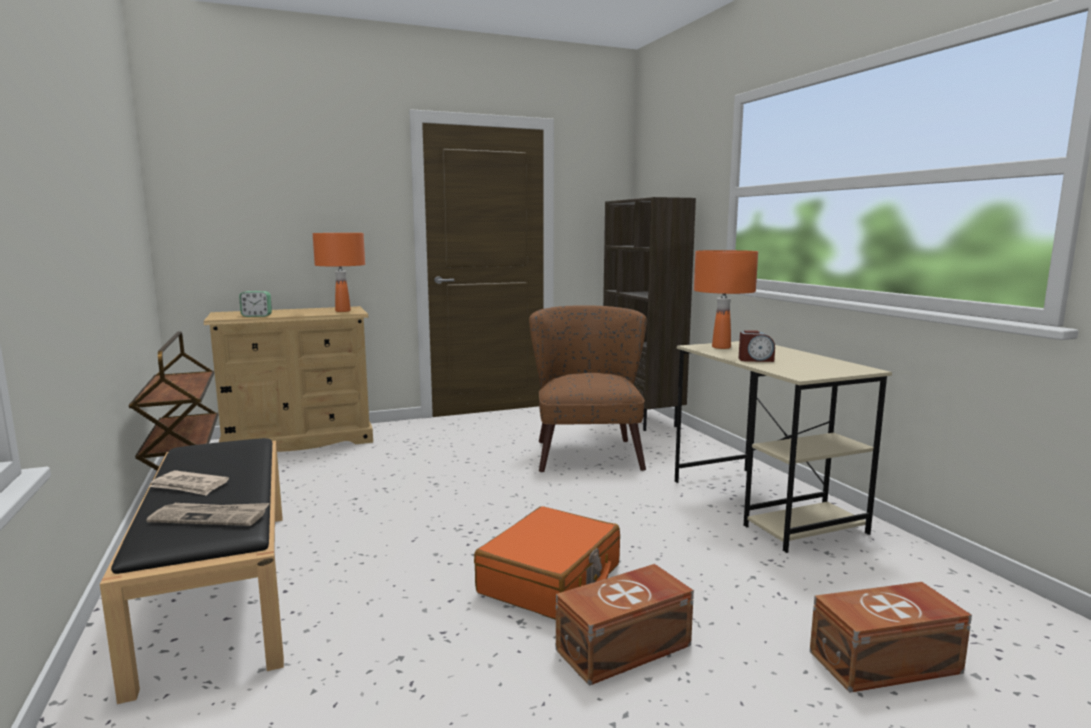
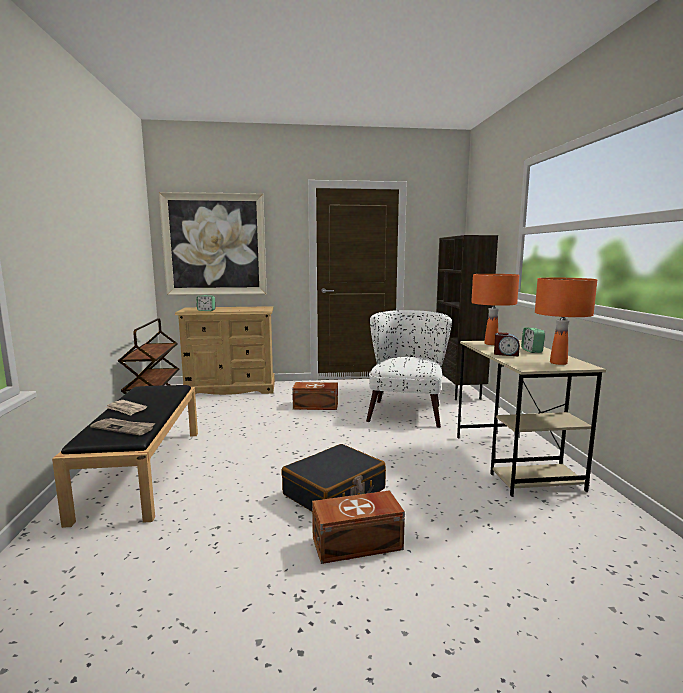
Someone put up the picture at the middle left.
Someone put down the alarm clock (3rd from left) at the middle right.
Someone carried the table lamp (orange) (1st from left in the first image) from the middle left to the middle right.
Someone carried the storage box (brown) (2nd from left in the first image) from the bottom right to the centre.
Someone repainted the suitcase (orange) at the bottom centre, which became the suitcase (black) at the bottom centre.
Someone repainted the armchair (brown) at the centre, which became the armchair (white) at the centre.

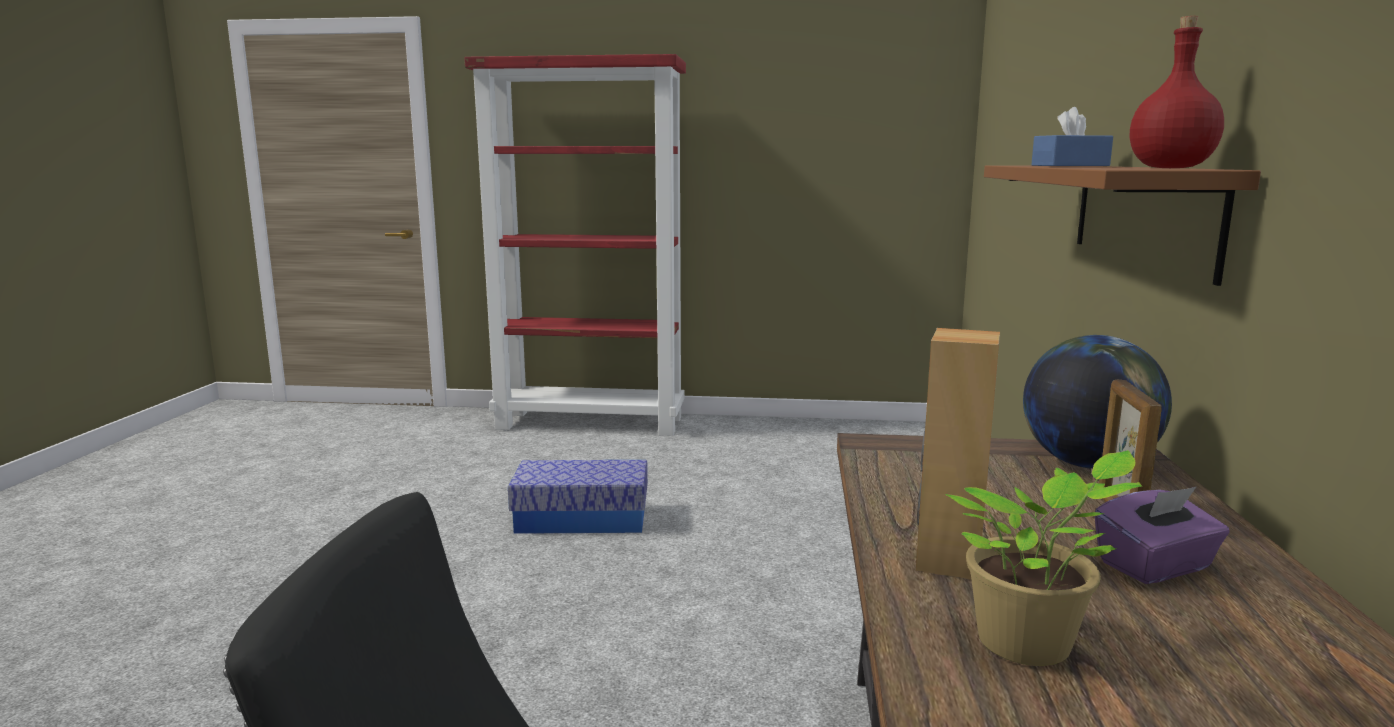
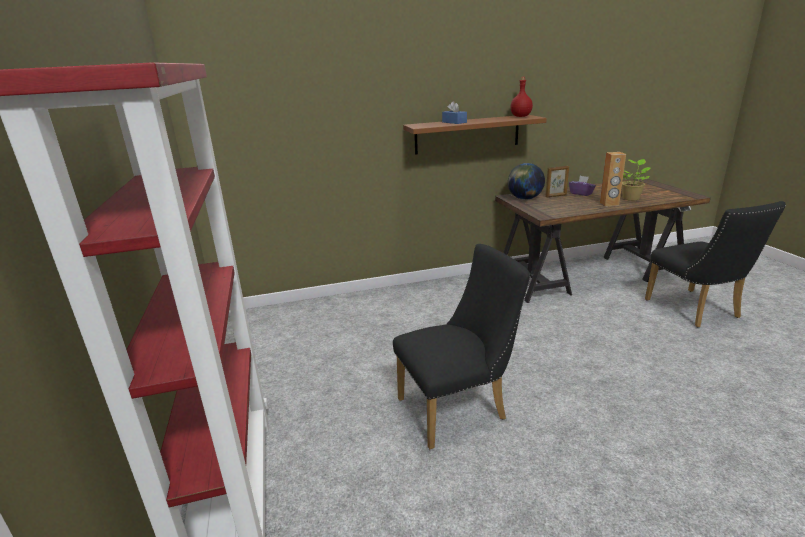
Someone swapped the storage box at the bottom centre for the chair (black) (1st from left) at the centre.

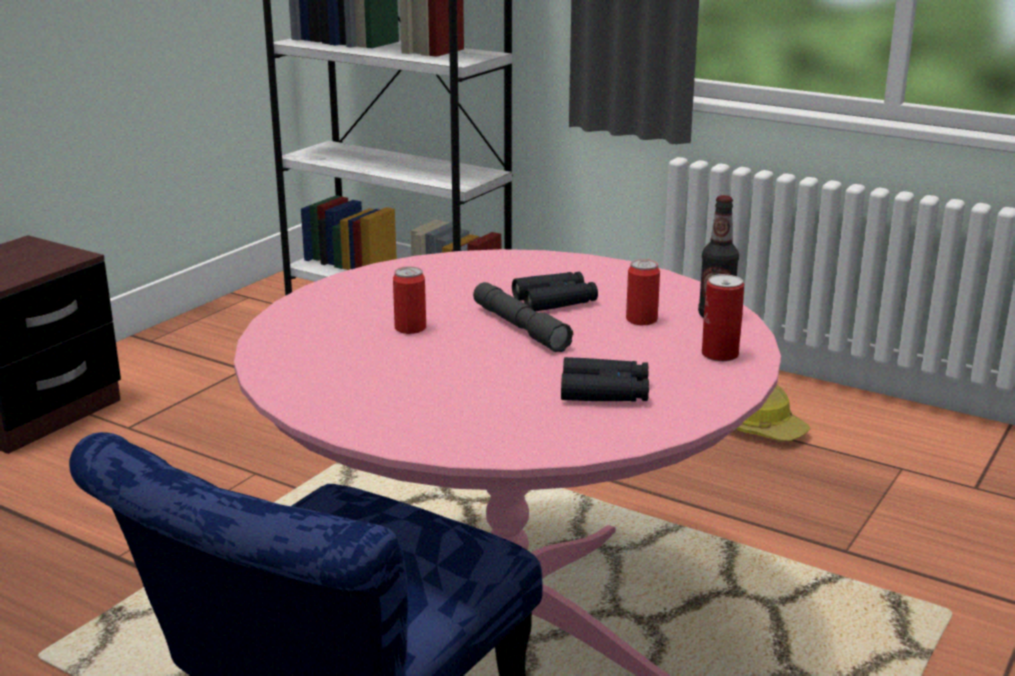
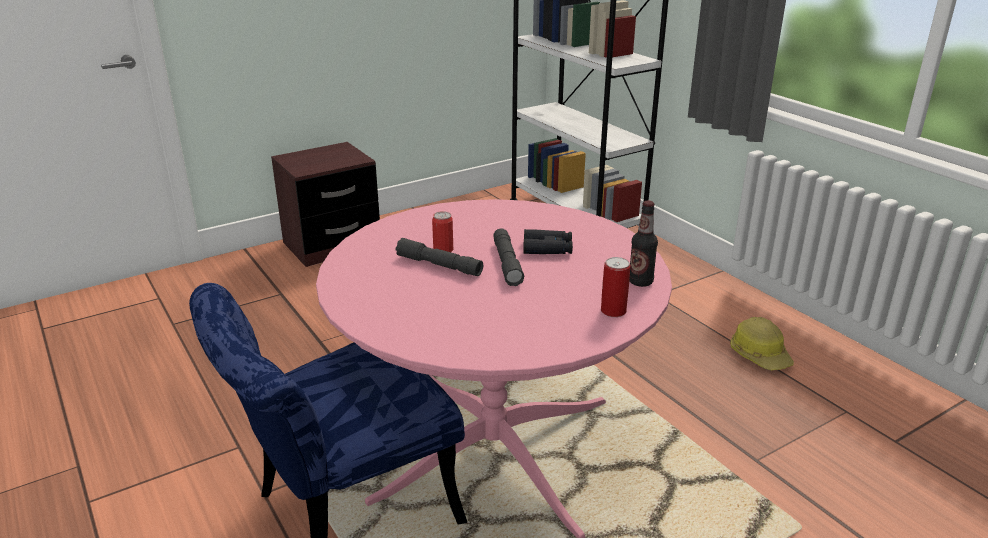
Someone took away the binoculars (black) (2nd from left) at the centre.
Someone took away the can (2nd from left) at the centre.
Someone put down the flashlight (grey) (1st from left) at the centre.

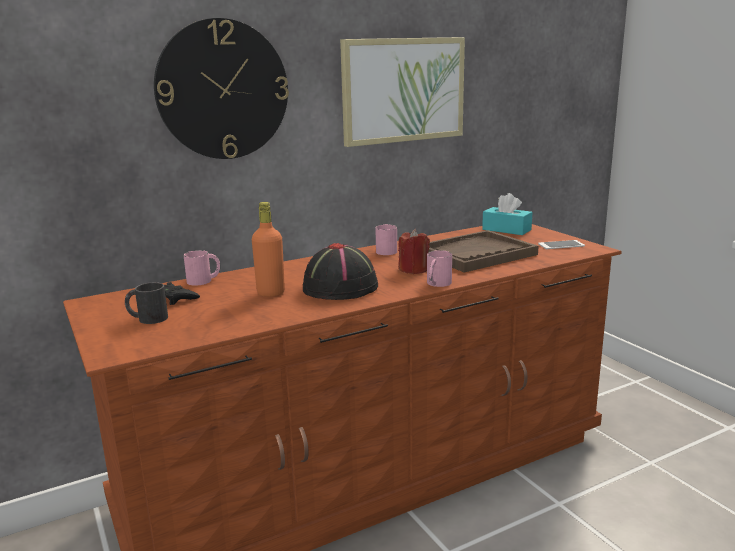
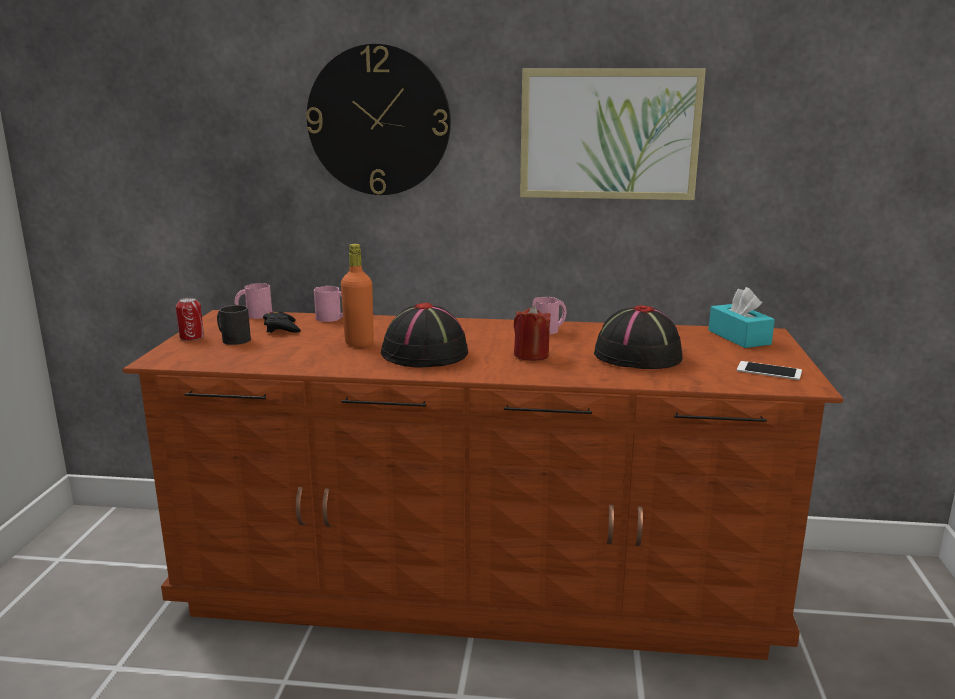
Someone put down the can at the middle left.
Someone carried the mug (pink) (3rd from left in the first image) from the centre to the middle left.
Someone swapped the tray (brown) at the centre for the hat (black) (2nd from left) at the middle right.

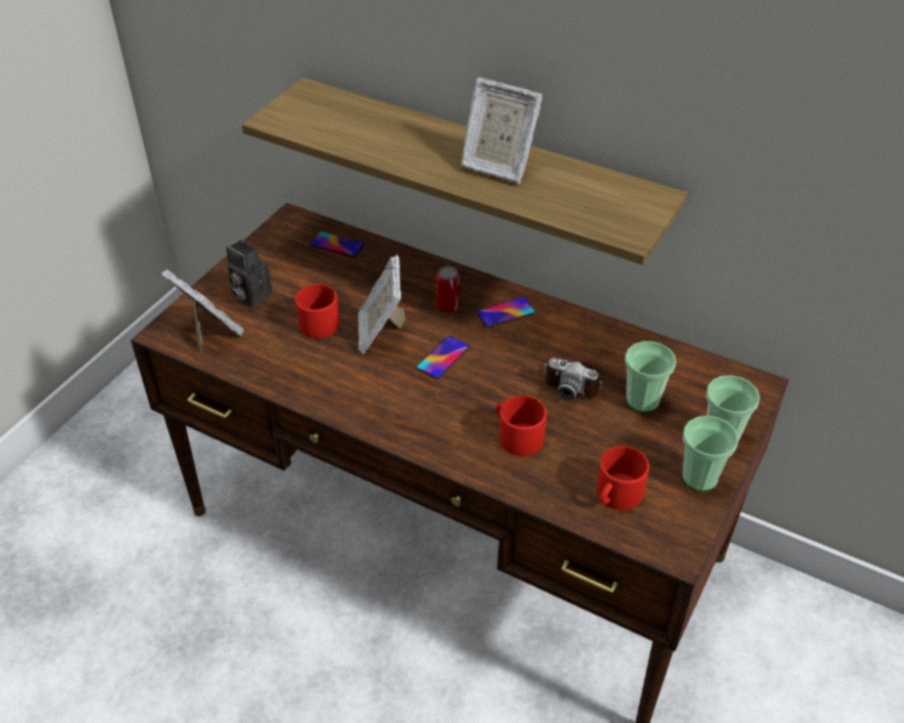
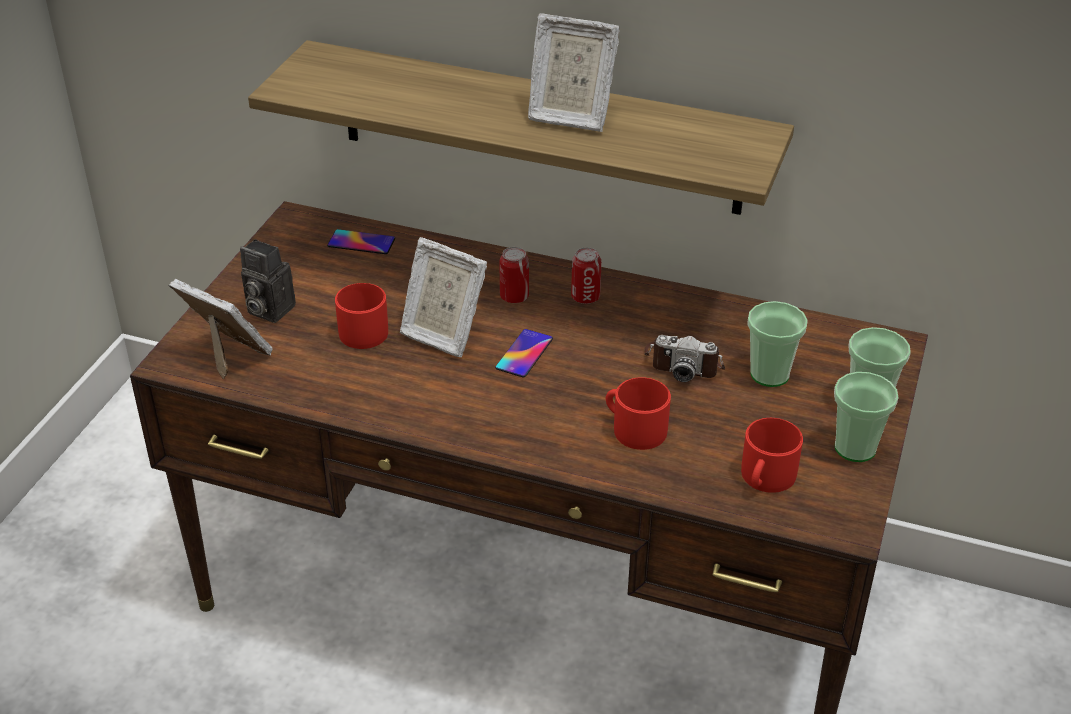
Someone swapped the phone (3rd from left) at the centre for the can (2nd from left) at the centre.
Someone rotated the picture frame (2nd from left) at the centre by 45 degrees counterclockwise.

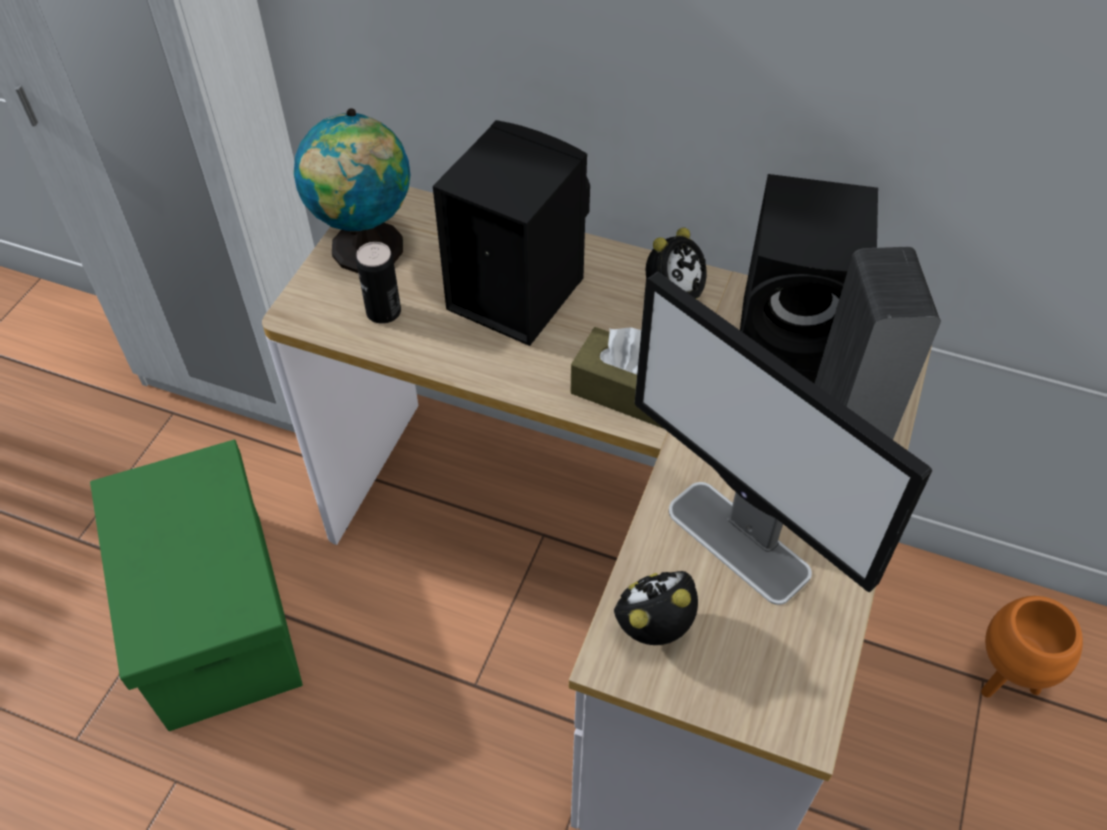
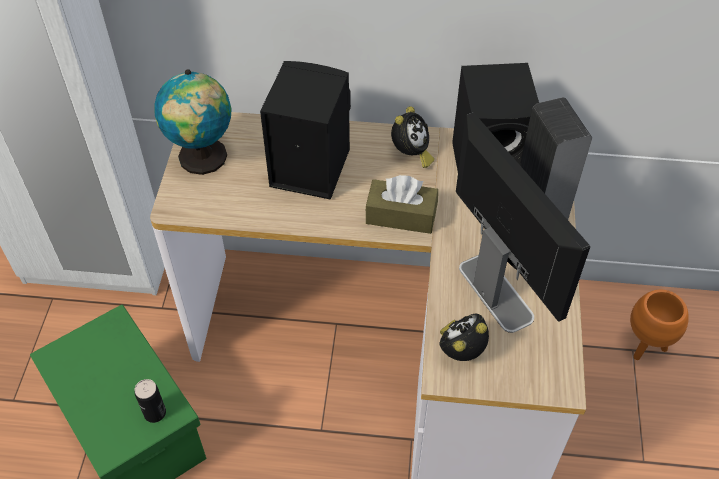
Someone carried the can from the centre to the bottom left.
Someone rotated the monitor at the middle right by 150 degrees counterclockwise.

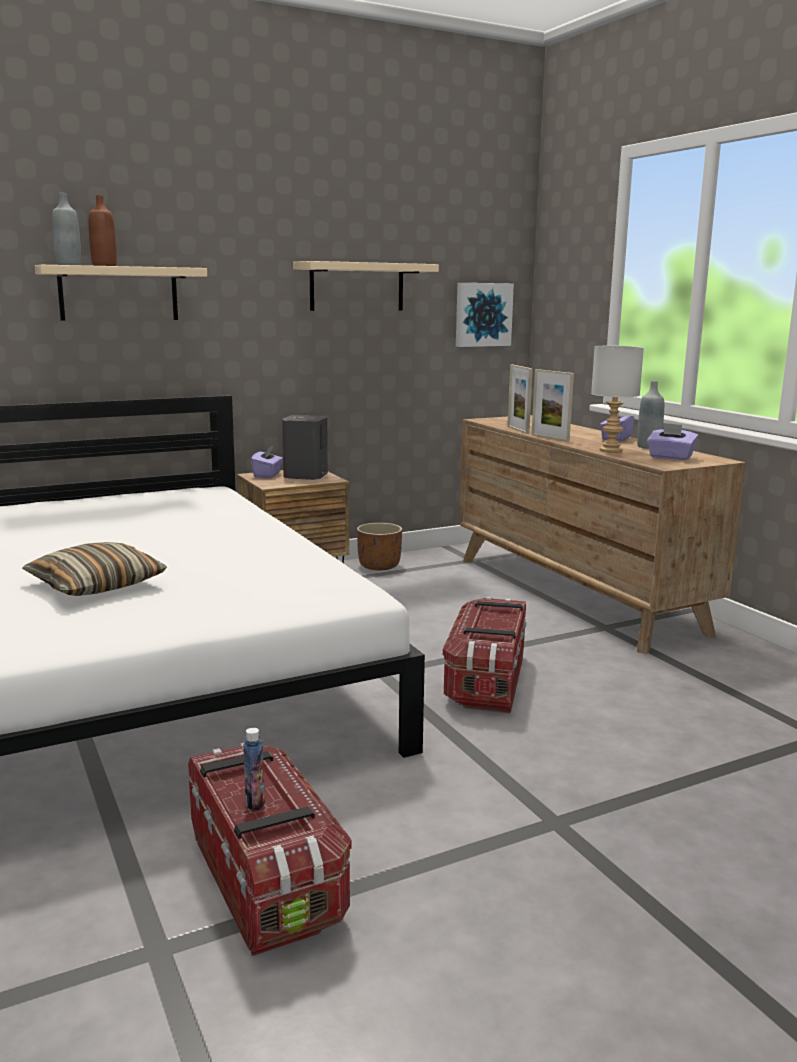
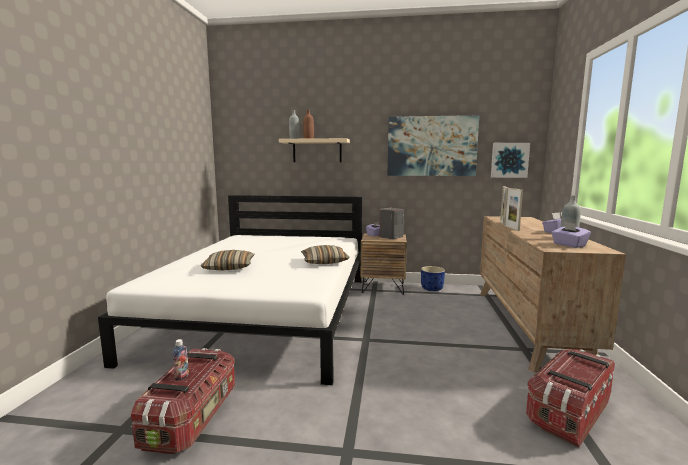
Someone took away the table lamp (grey) at the middle right.
Someone put down the pillow (2nd from left) at the centre.
Someone carried the storage box (2nd from left) from the centre to the bottom right.
Someone swapped the shelf (beige) (2nd from left) at the top centre for the picture (1st from left) at the top centre.
Someone repainted the planter (brown) at the centre, which became the planter (blue) at the centre.

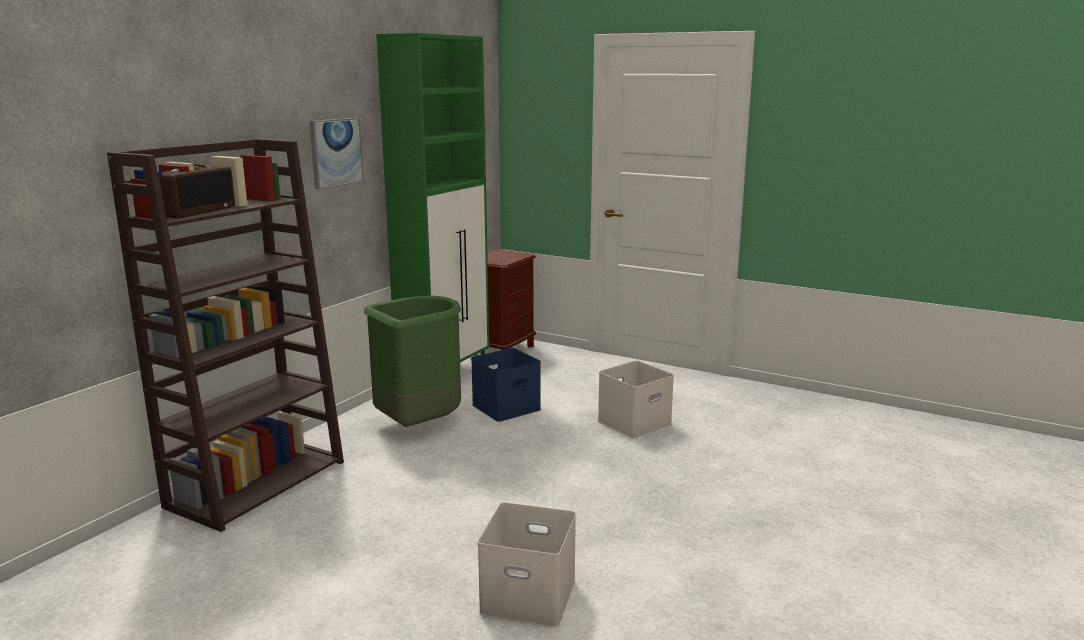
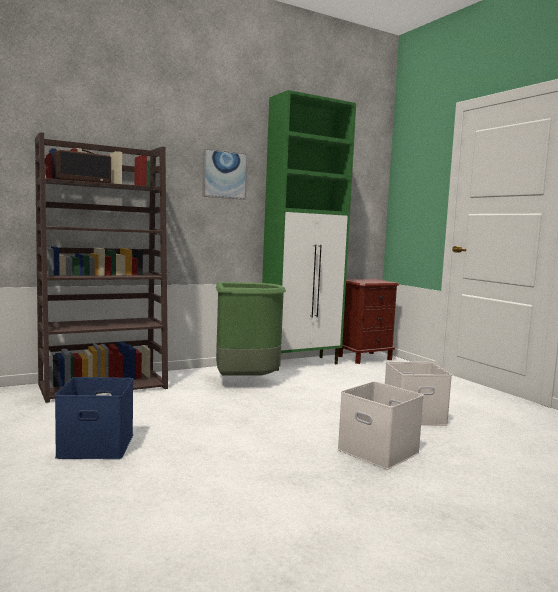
Someone carried the storage box (blue) from the centre to the bottom left.
Someone carried the storage box (white) (1st from left) from the bottom centre to the bottom right.

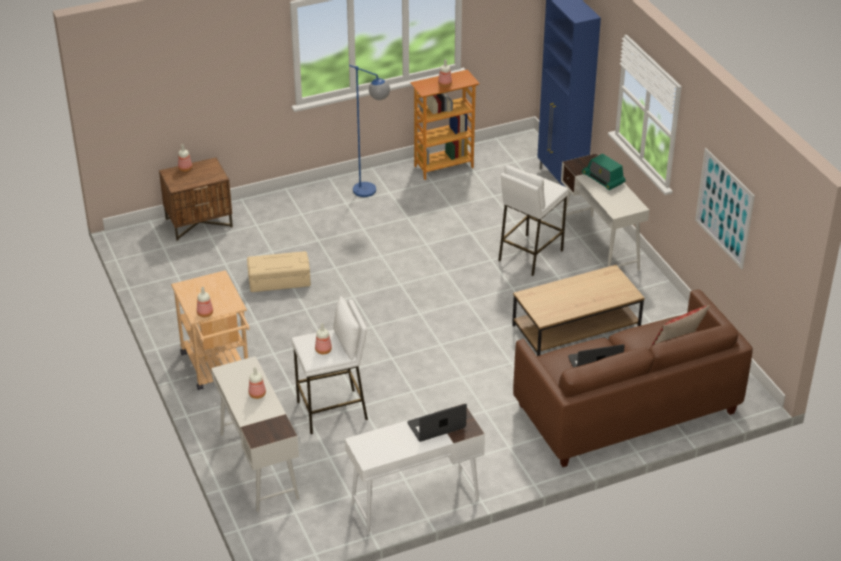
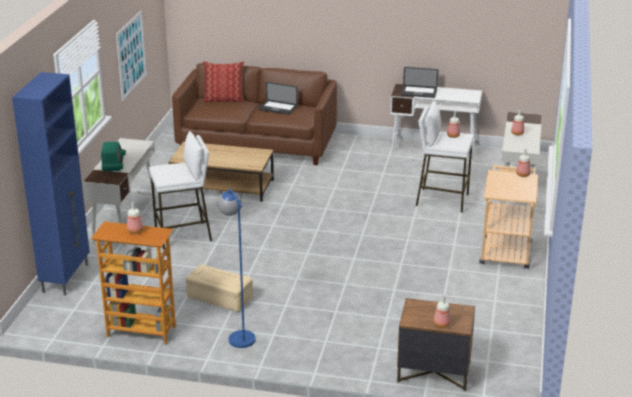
Someone carried the storage box (beige) from the middle left to the bottom centre.

